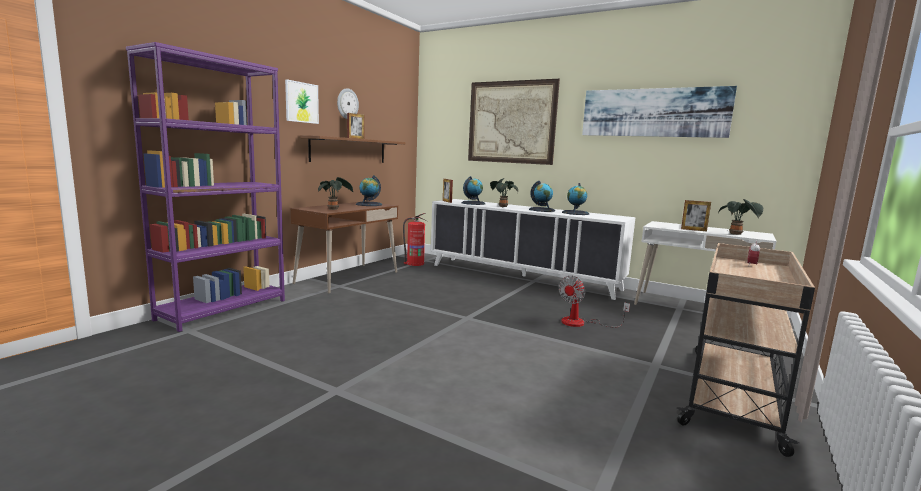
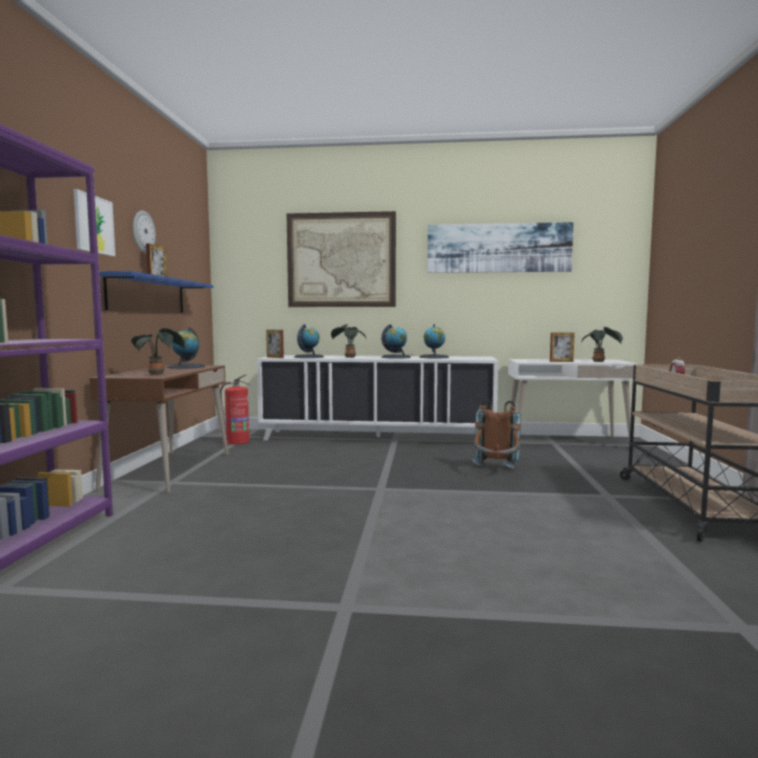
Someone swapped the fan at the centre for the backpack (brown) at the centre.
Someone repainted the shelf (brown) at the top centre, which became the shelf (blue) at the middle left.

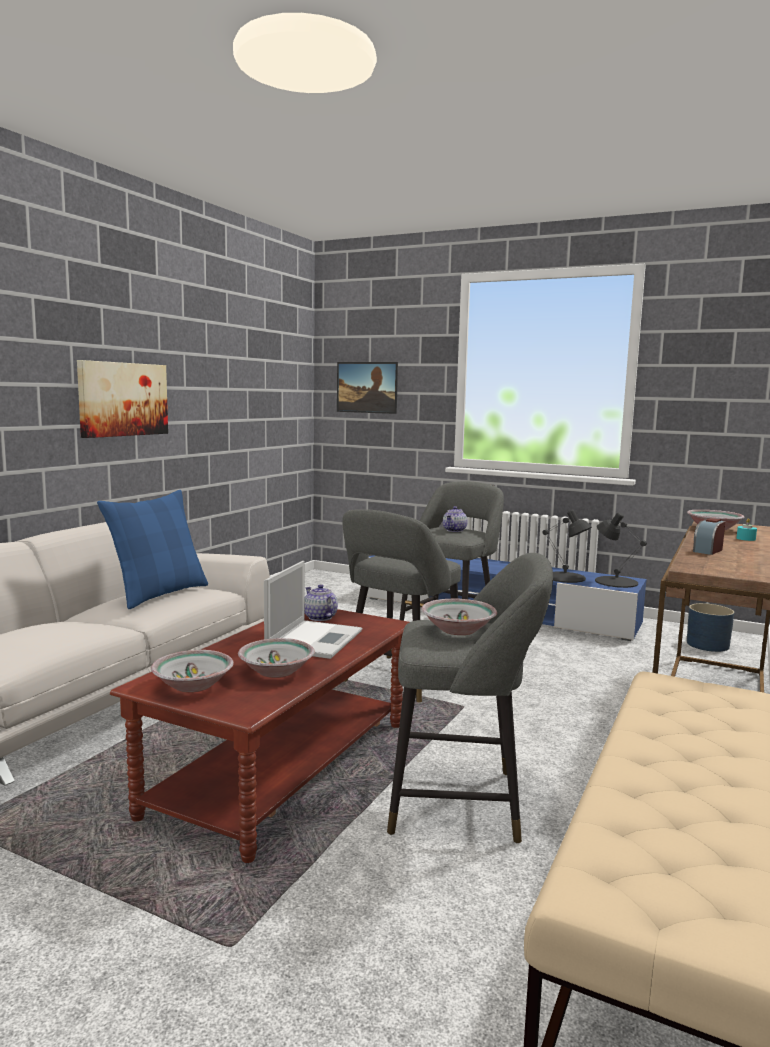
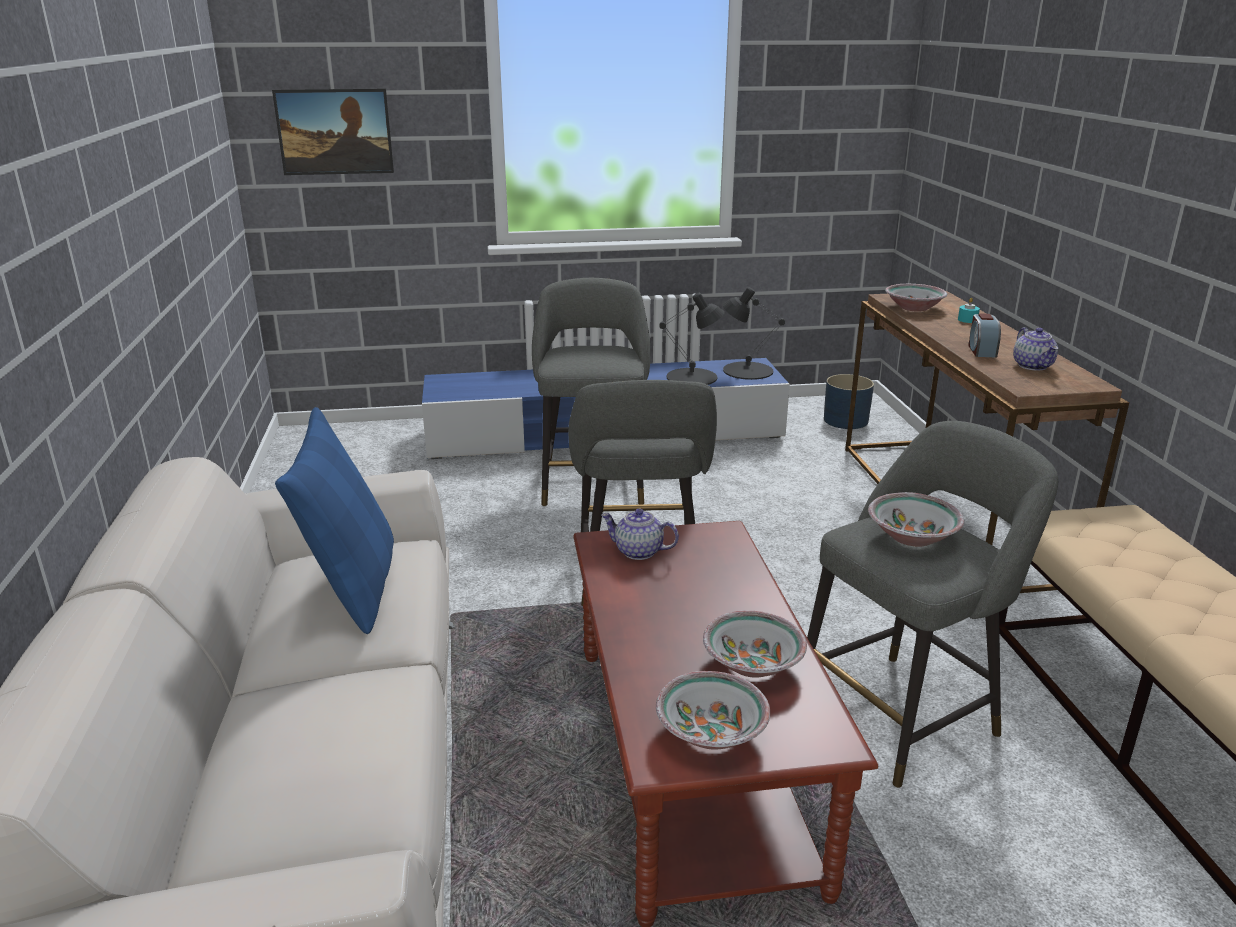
Someone took away the picture (1st from left) at the middle left.
Someone took away the laptop at the centre.
Someone carried the teapot (2nd from left) from the centre to the middle right.

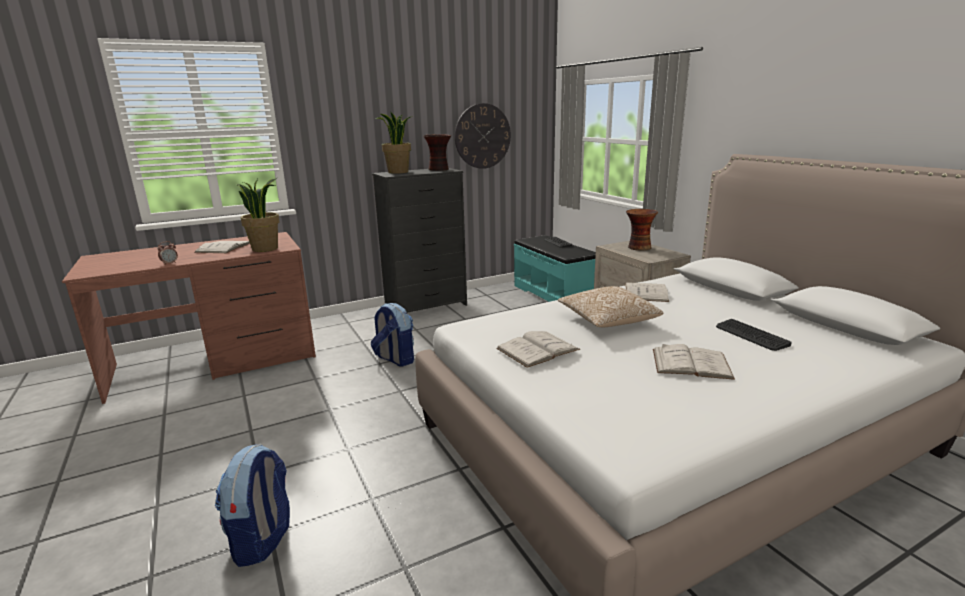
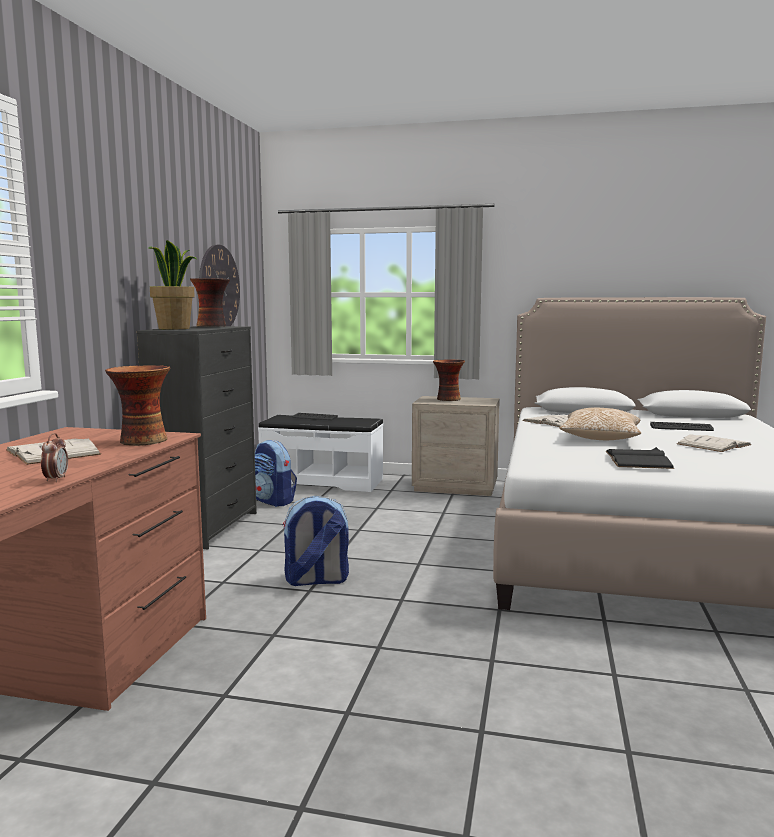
Someone carried the backpack (1st from left) from the bottom left to the centre.
Someone swapped the potted plant (1st from left) at the middle left for the vase (1st from left) at the middle left.
Someone repainted the book (white) (2nd from left) at the centre, which became the book (black) at the middle right.
Someone repainted the bench (turquoise) at the centre, which became the bench (white) at the centre.

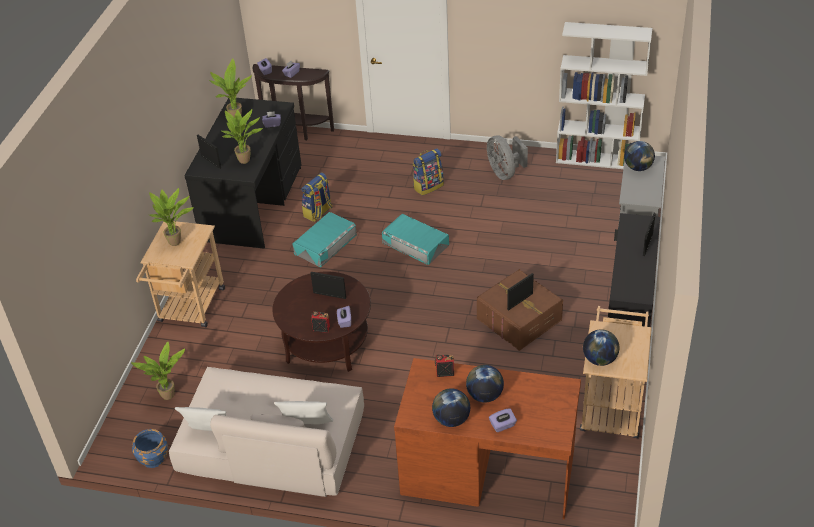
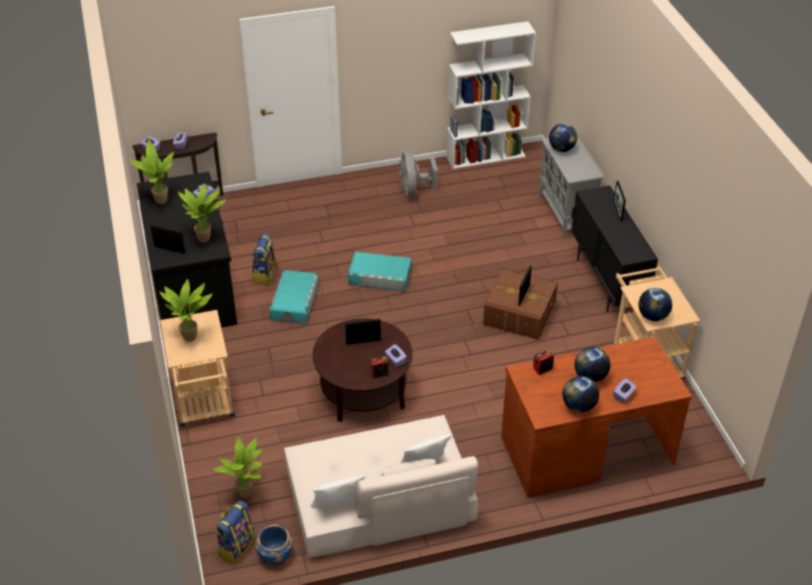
Someone carried the backpack (2nd from left in the first image) from the top centre to the bottom left.
Someone rotated the fan (grey) at the top centre by 45 degrees clockwise.

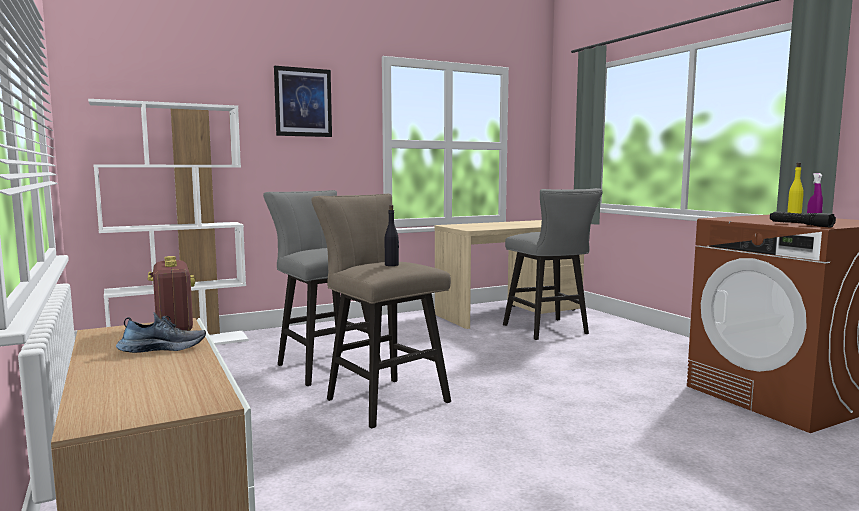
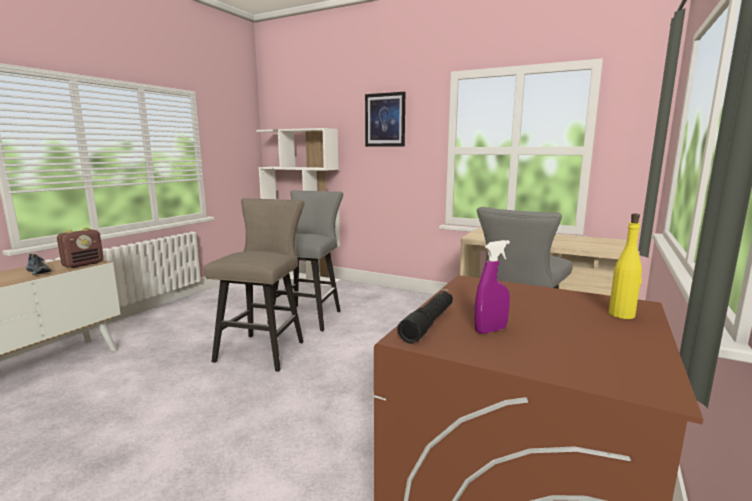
Someone took away the bottle (black) at the centre.

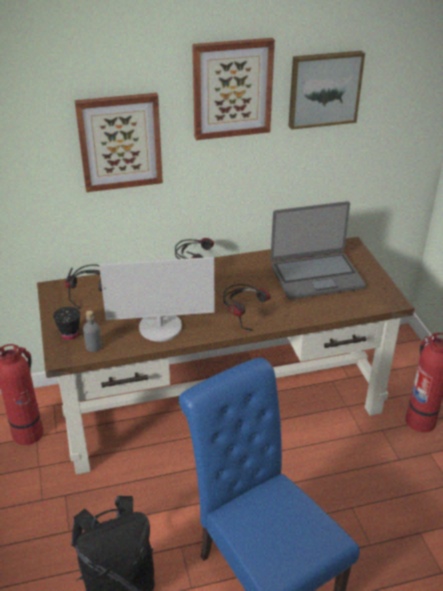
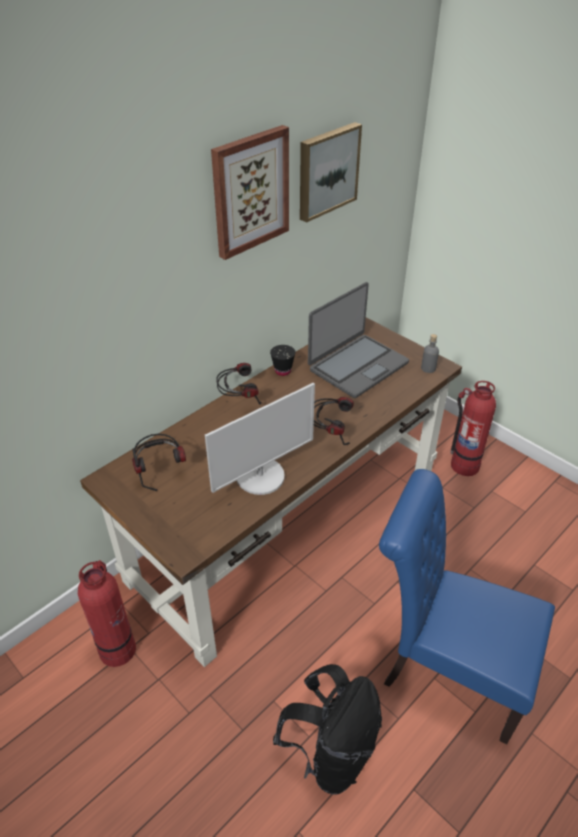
Someone took away the picture (1st from left) at the top left.
Someone carried the cup (black) from the middle left to the centre.
Someone carried the bottle (grey) from the middle left to the middle right.

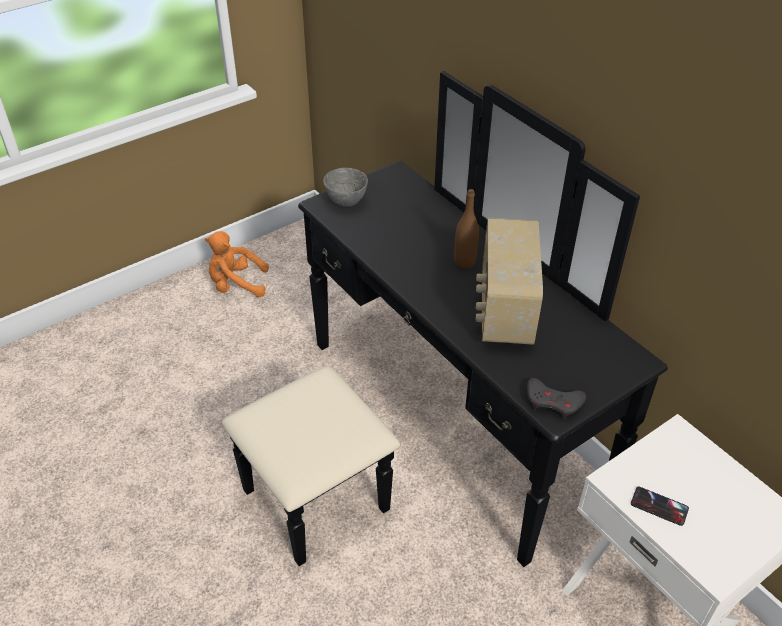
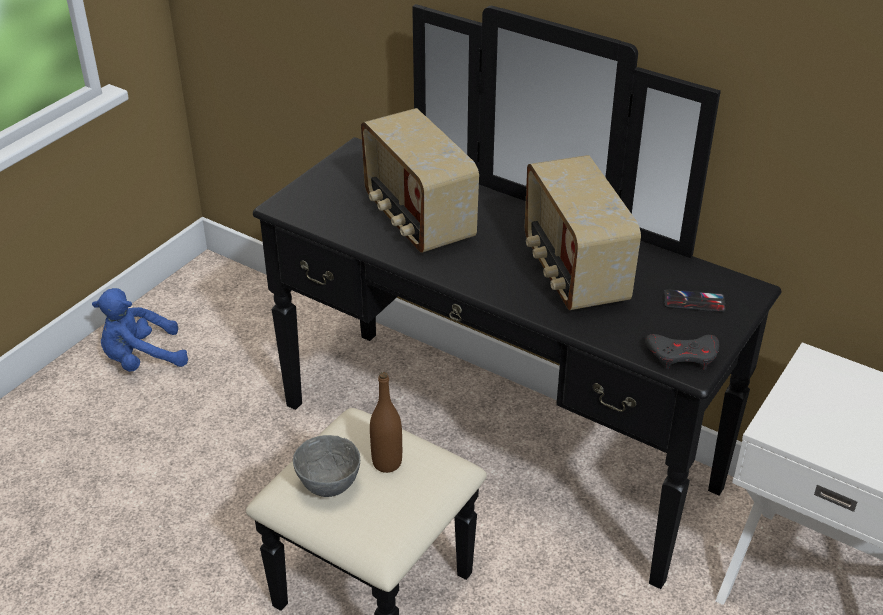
Someone put down the radio (1st from left) at the top centre.
Someone carried the bowl (grey) from the top centre to the bottom centre.
Someone carried the bottle (brown) from the centre to the bottom centre.
Someone carried the phone from the bottom right to the middle right.
Someone repainted the plush toy (orange) at the middle left, which became the plush toy (blue) at the middle left.

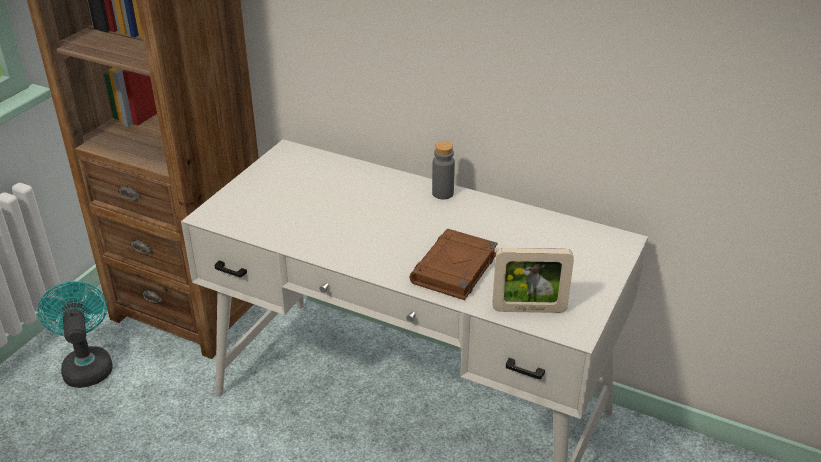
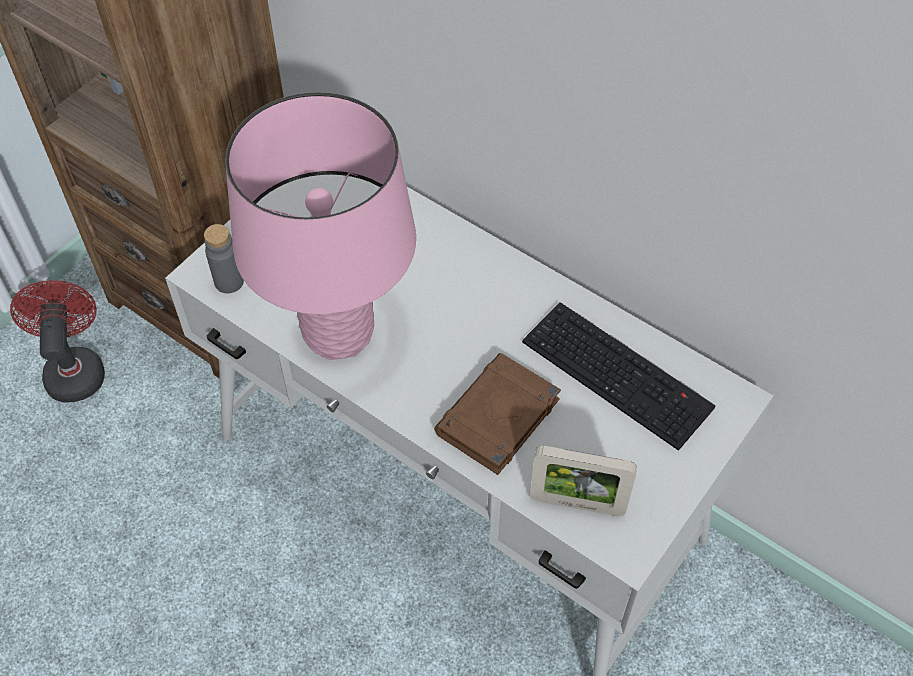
Someone put down the table lamp (pink) at the centre.
Someone put down the keyboard at the middle right.
Someone carried the bottle (grey) from the centre to the middle left.
Someone repainted the fan (turquoise) at the bottom left, which became the fan (red) at the middle left.

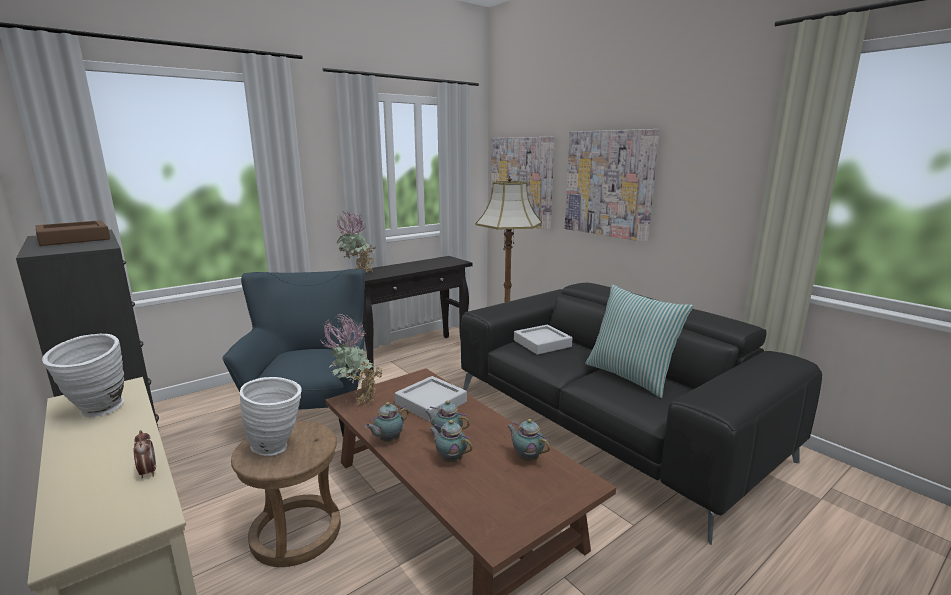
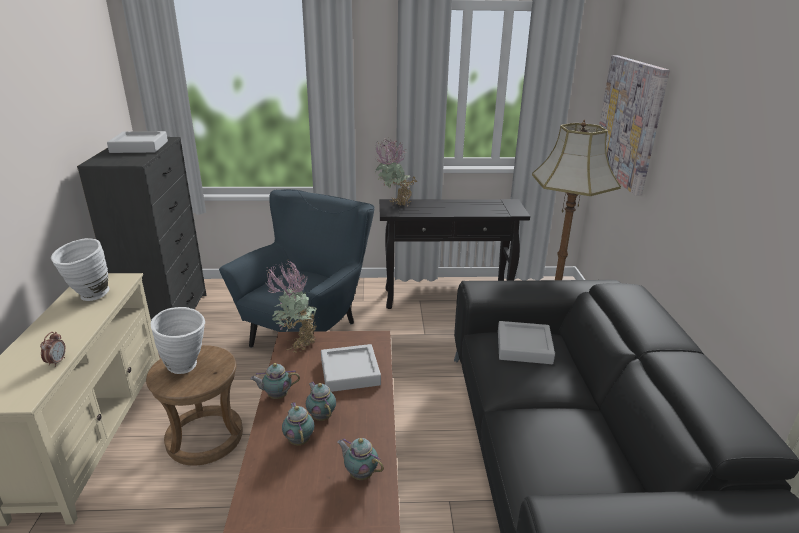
Someone took away the picture (2nd from left) at the top centre.
Someone took away the pillow at the middle right.
Someone repainted the tray (brown) at the middle left, which became the tray (grey) (1st from left) at the top left.
Someone rotated the teapot (4th from left) at the bottom centre by 45 degrees counterclockwise.

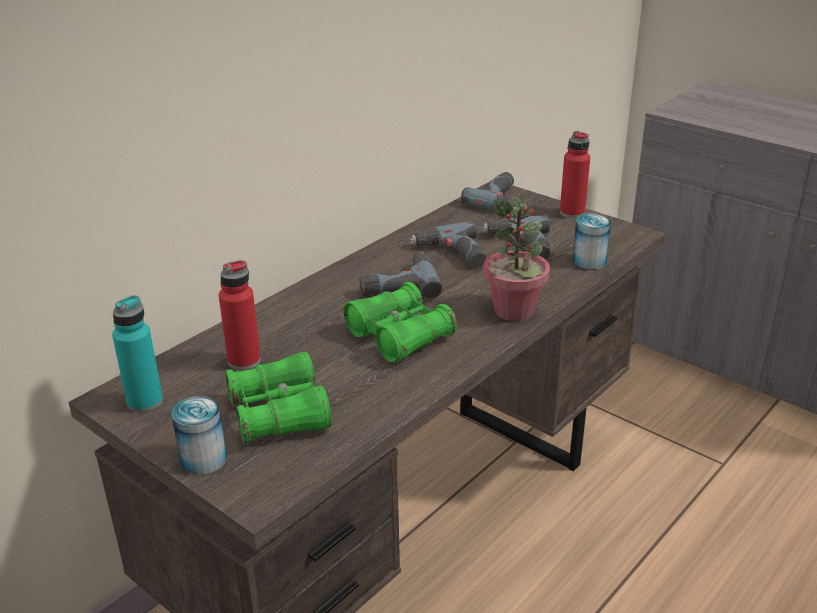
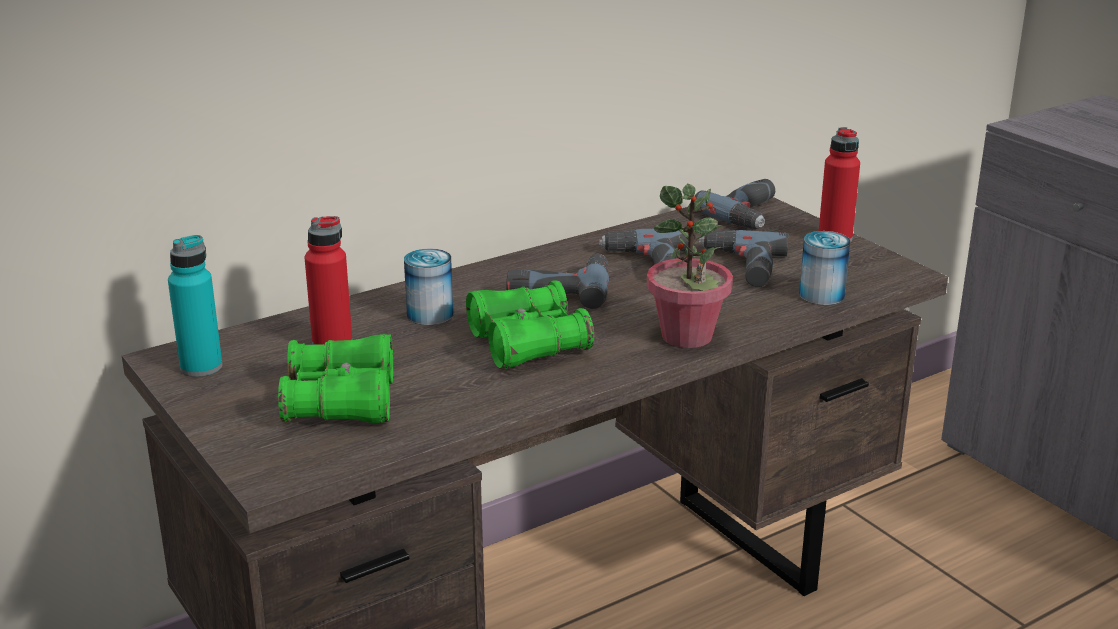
Someone carried the can (1st from left) from the bottom left to the centre.

